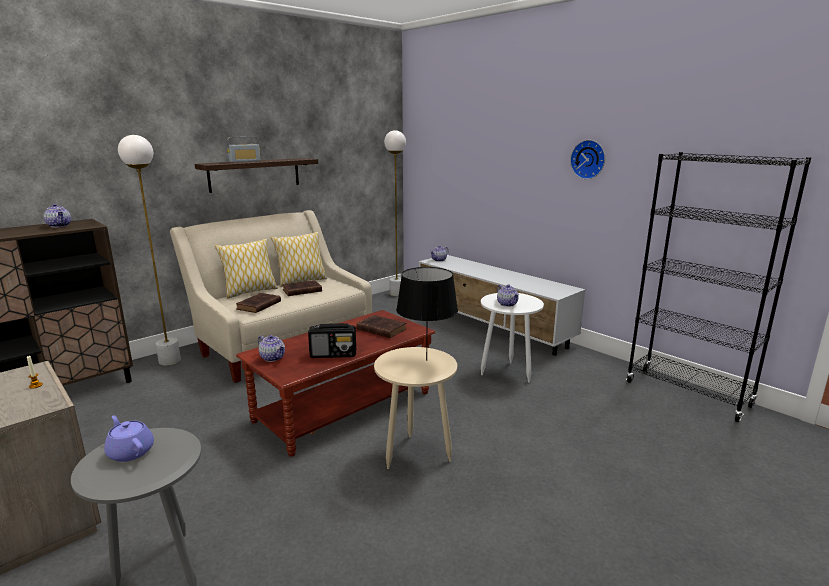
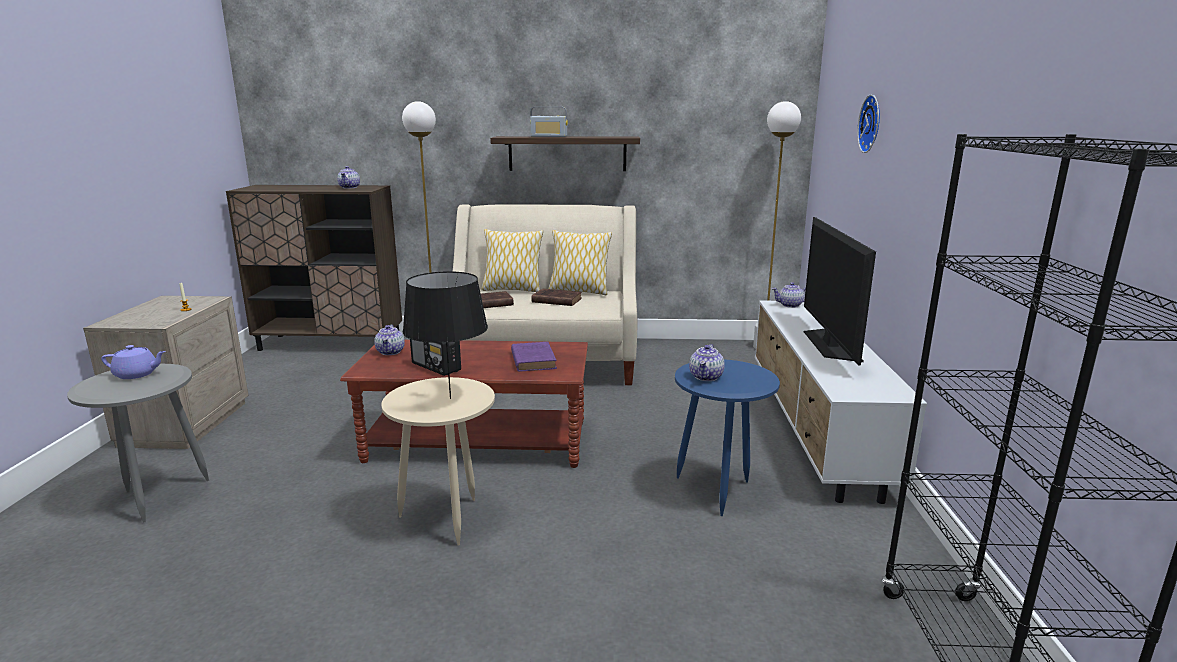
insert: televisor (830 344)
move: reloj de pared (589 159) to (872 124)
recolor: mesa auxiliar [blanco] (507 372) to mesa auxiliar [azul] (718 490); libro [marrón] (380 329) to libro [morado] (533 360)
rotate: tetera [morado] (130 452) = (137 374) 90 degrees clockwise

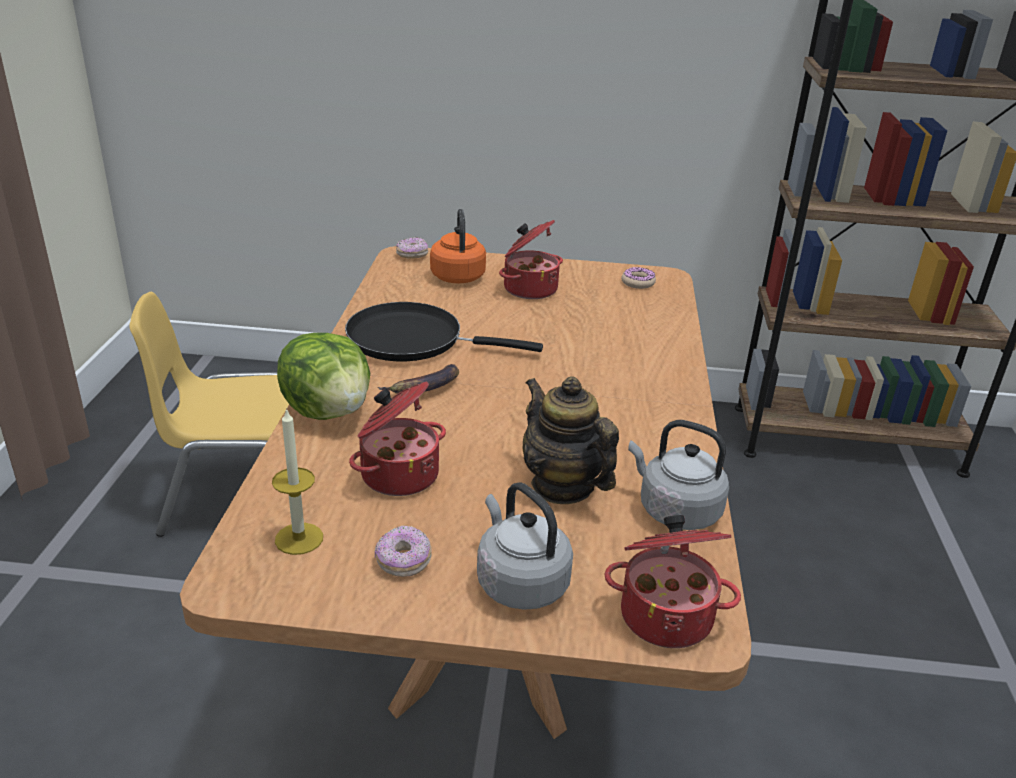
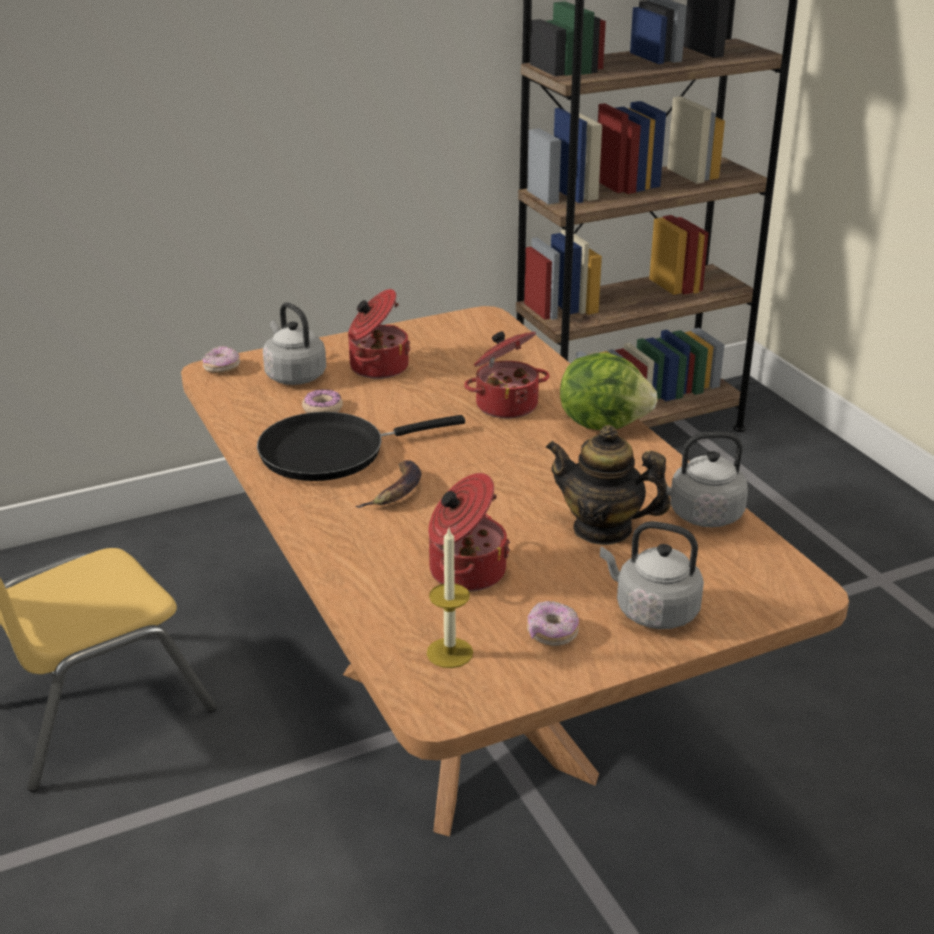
move: rosquilla (638 283) to (322 408); lechuga (329 410) to (603 423); olla (666 614) to (506 404)
recolor: hervidor [naranja] (457 275) to hervidor [gris] (294 375)

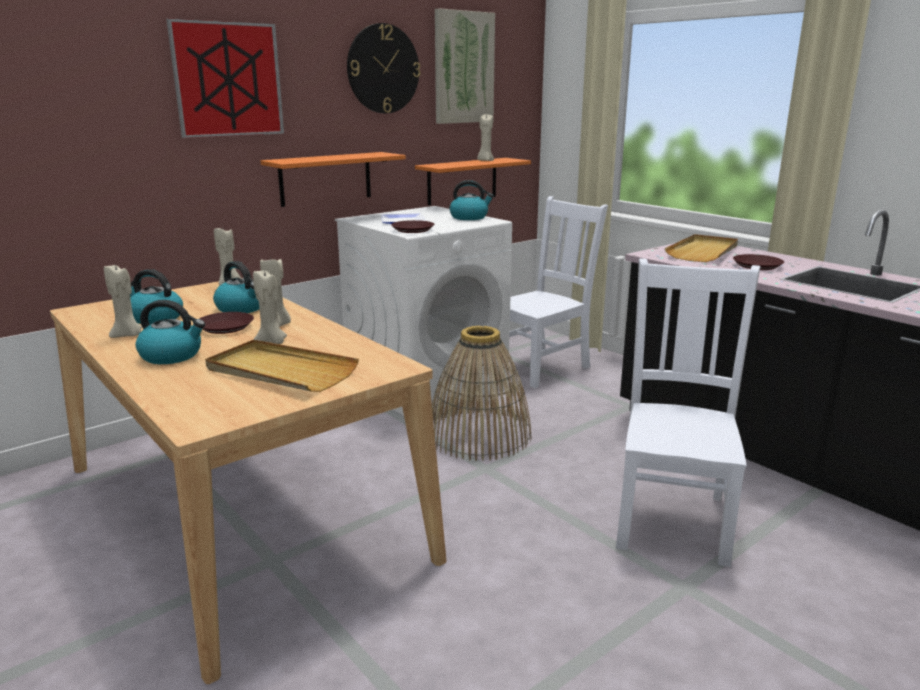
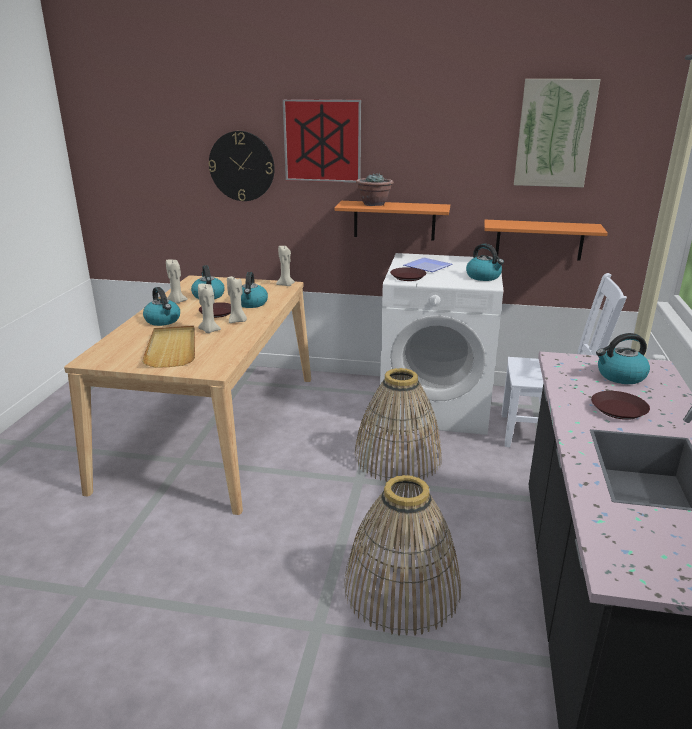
delete: vela [beis] (485 160)
insert: planta en maceta (374 204)
move: reloj de pared (383 69) to (242 166)
replace: bandeja [beis] (703 251) to hervidor (620 376); silla [blanco] (672 517) to cesta (402 589)

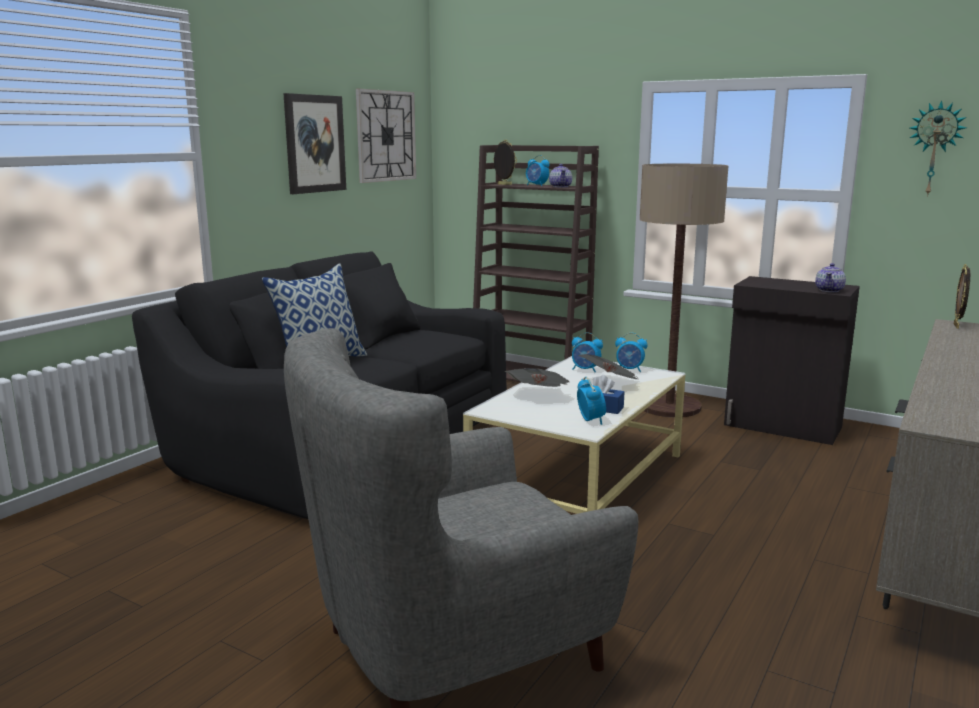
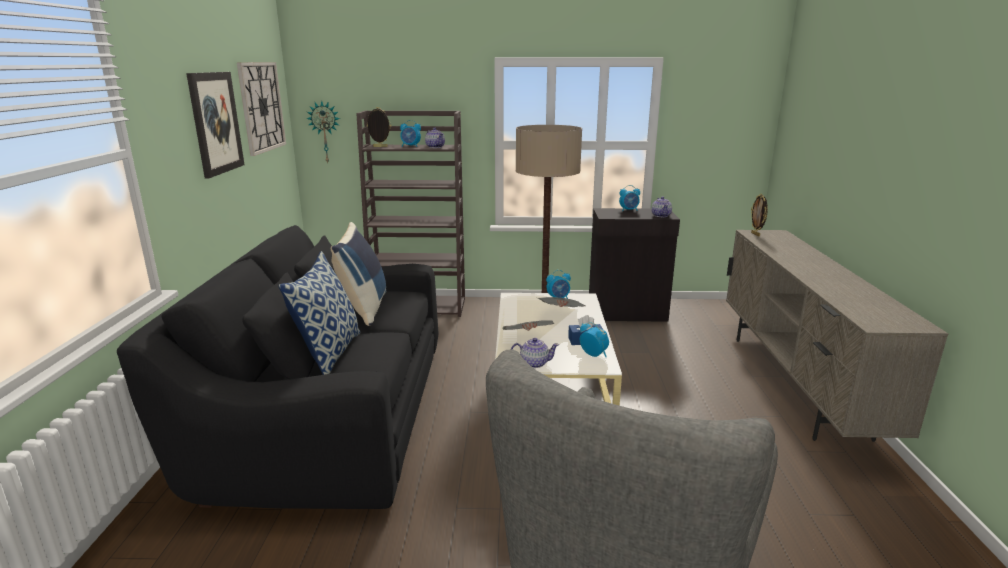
insert: cojín [azul] (363 308); tetera (534 363)
move: reloj de pared (934 149) to (325 132); despertador (585 370) to (629 210)

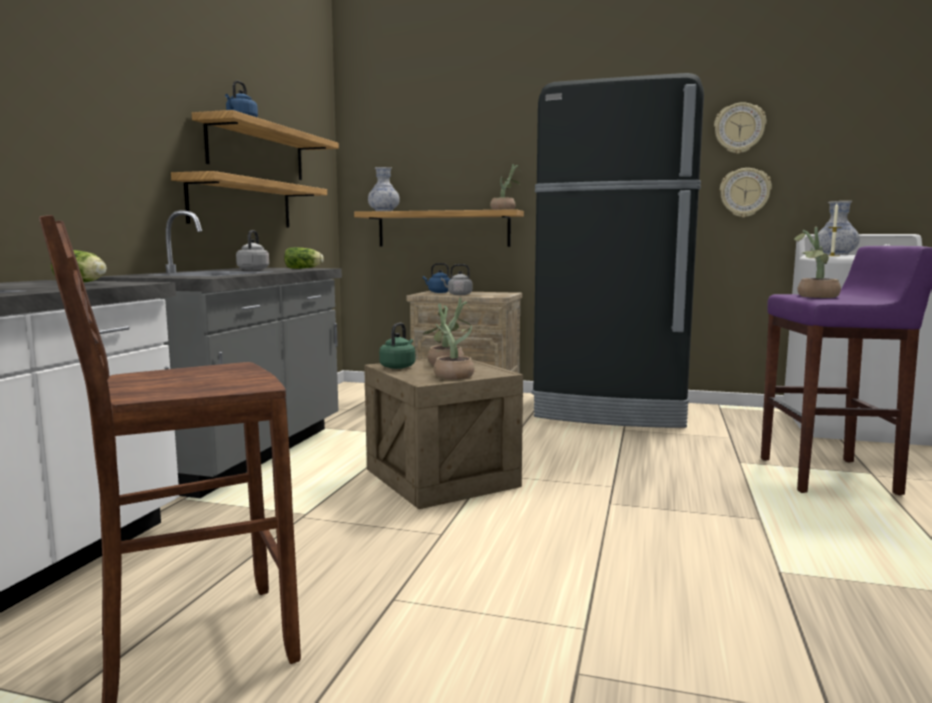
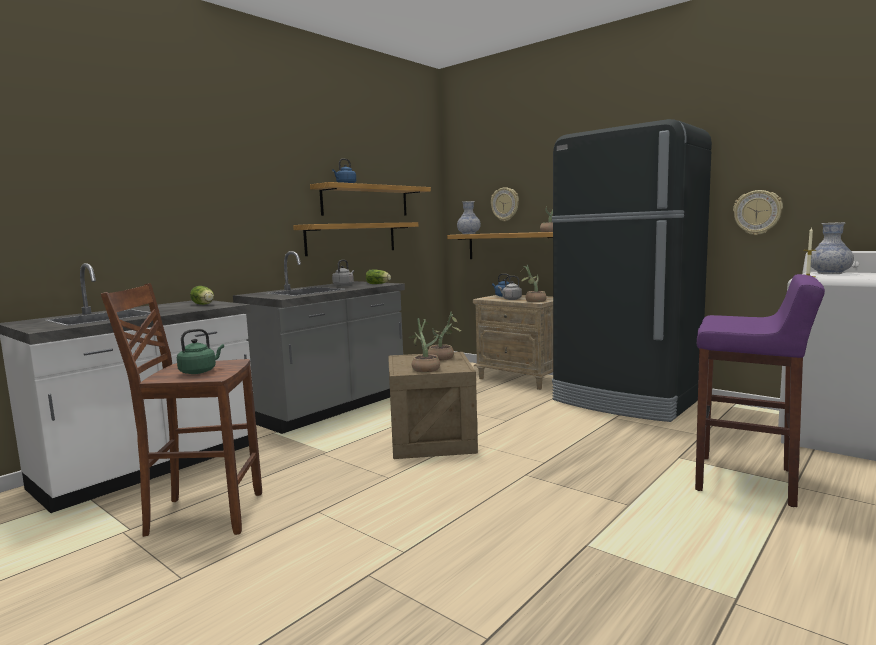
move: reloj de pared (739 128) to (505 204); planta en maceta (815 296) to (533 301); hervidor [verde] (398 366) to (200 371)

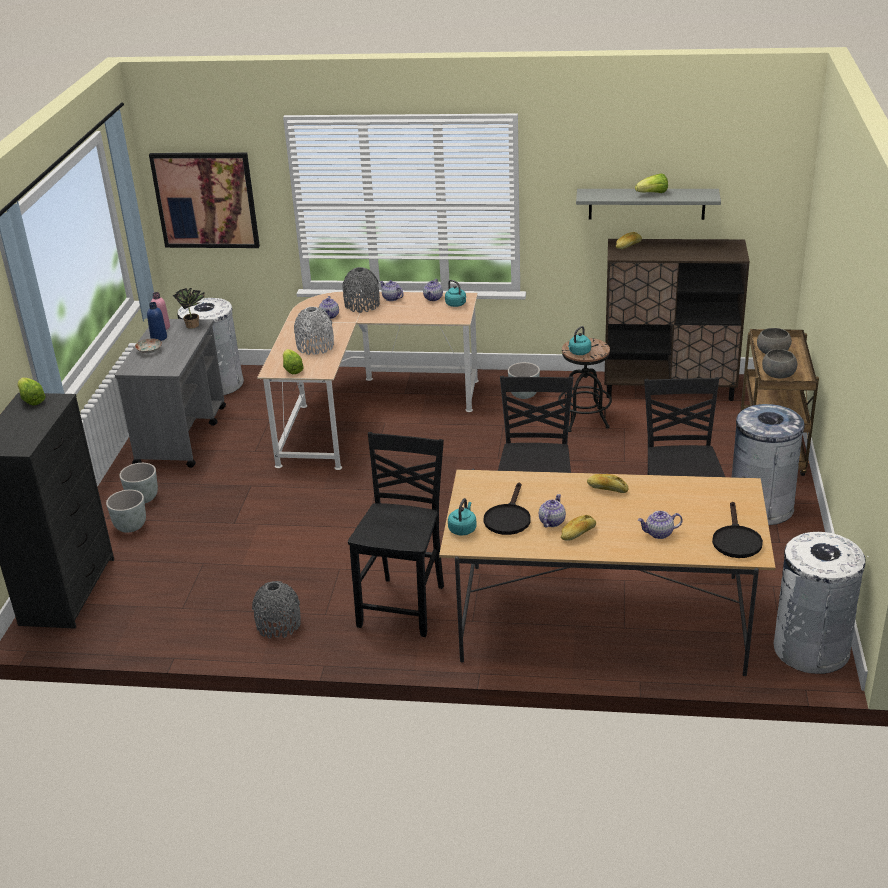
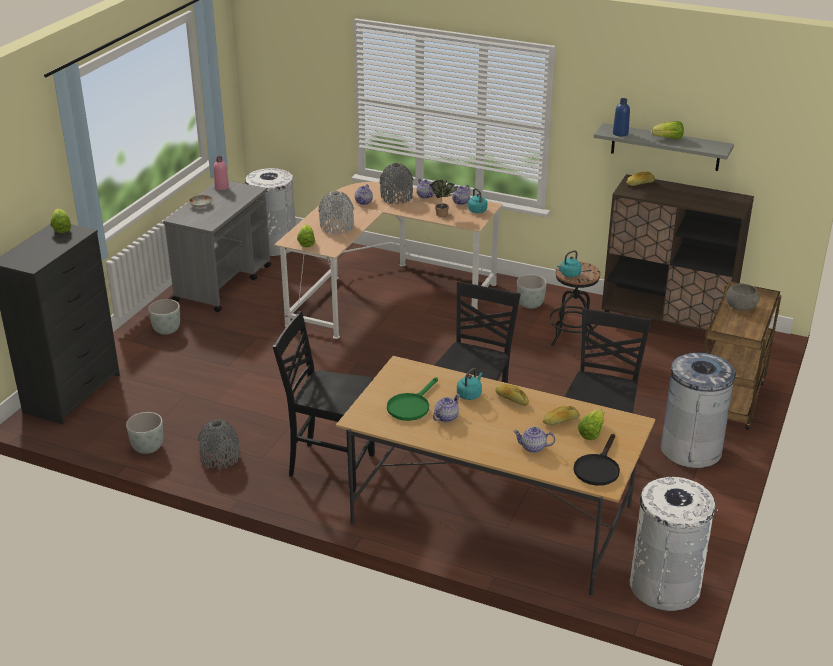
delete: cuadro (205 200); cuenco [gris] (778 374)
insert: lechuga (591 432)
move: planta en maceta (194 325) to (443 214); botella [azul] (159 338) to (620 133); maceta [gris] (130 526) to (147 447); hervidor [turquesa] (463 529) to (470 394); pan (578 533) to (560 421)
recolor: sartén [negro] (508 518) to sartén [verde] (411 406)
rotate: silla [negro] (404 605) = (330 465) 105 degrees counterclockwise

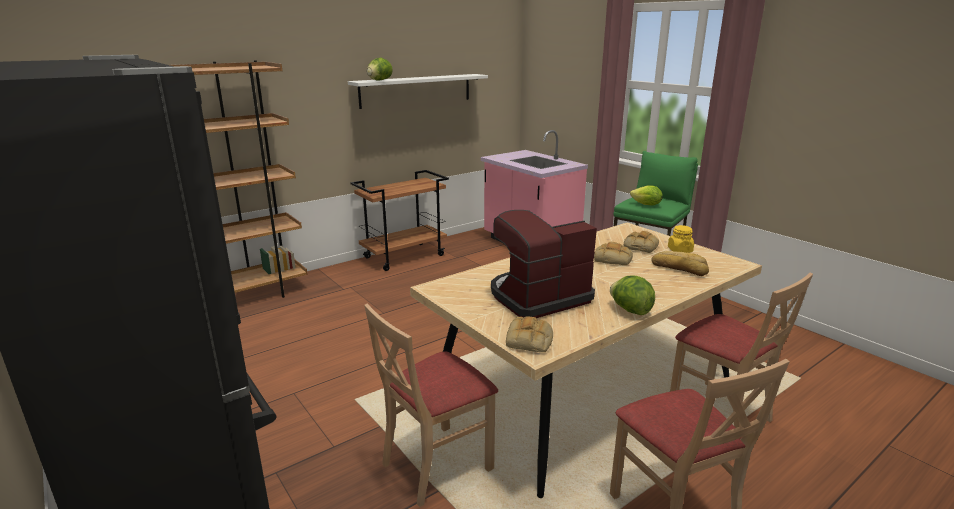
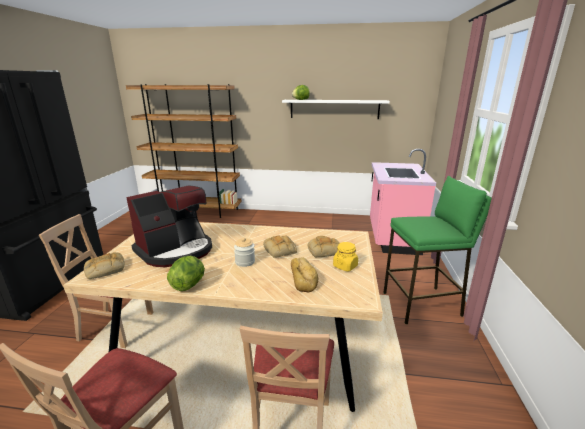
delete: carrito [marrón] (404 256); lechuga (646 205)
insert: tarro (245 262)
rotate: cafetera (538 297) = (176 250) 120 degrees clockwise

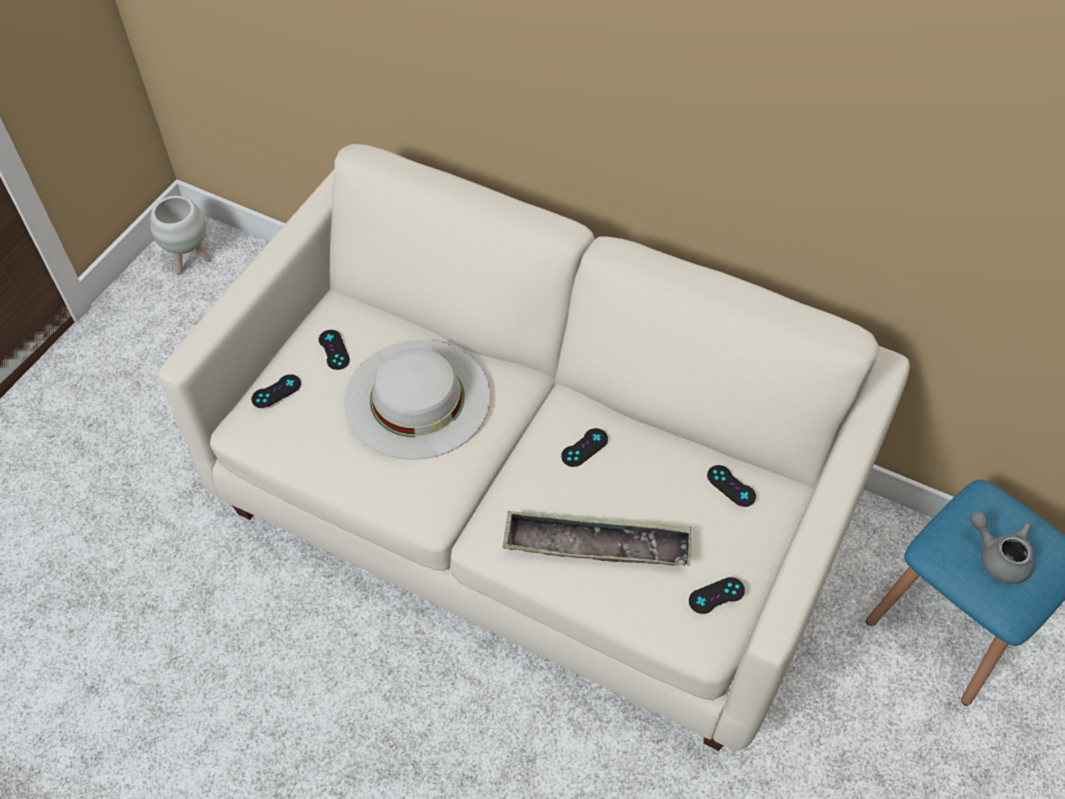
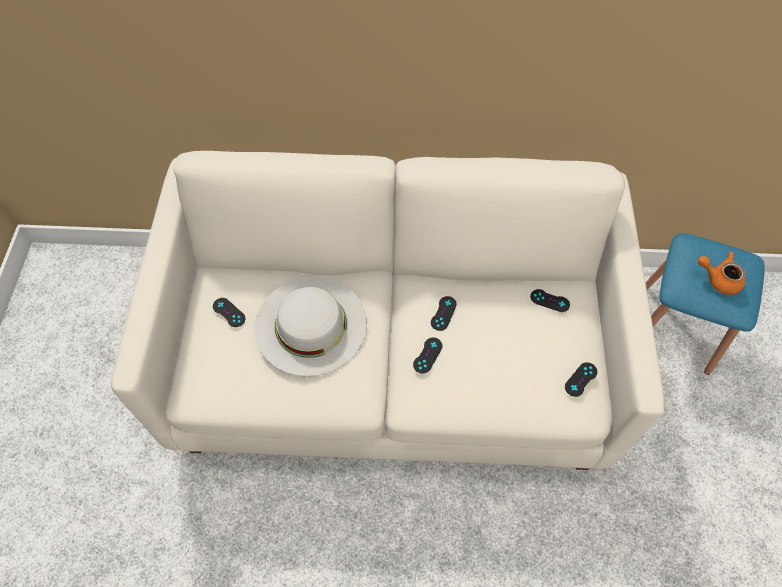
delete: maceta [blanco] (191 261); bandeja (596 545)
move: mando de consola [negro] (276 391) to (427 355)
recolor: tetera [gris] (998 556) to tetera [naranja] (718 279)

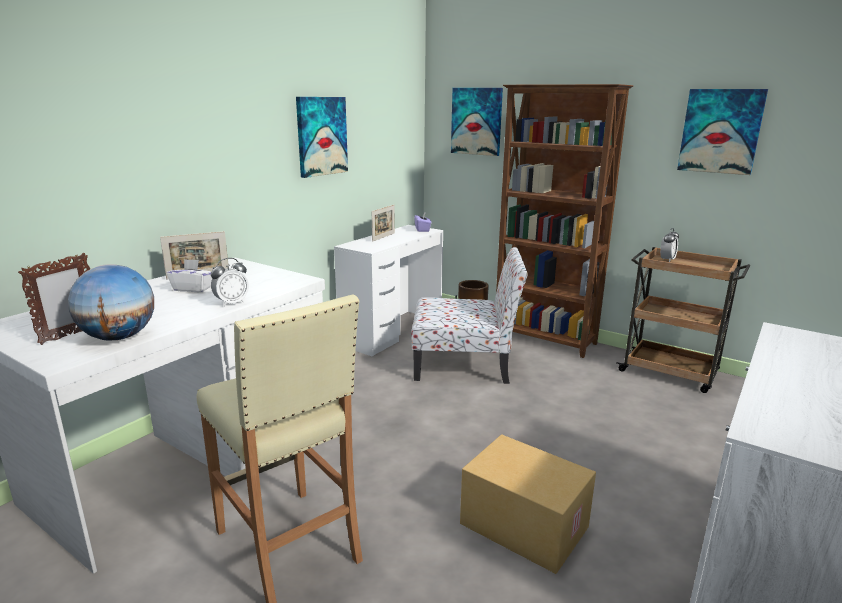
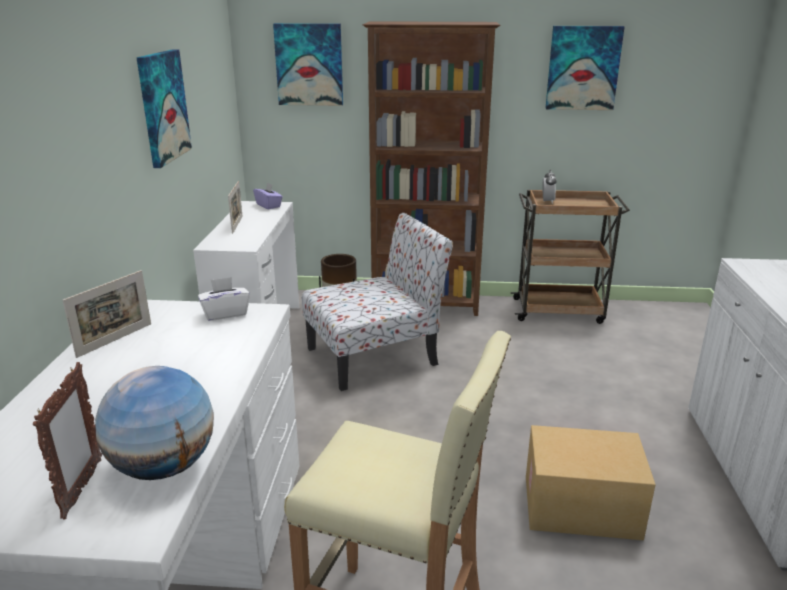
delete: despertador (232 303)
move: caja de pañuelos [blanco] (193 289) to (225 313)

